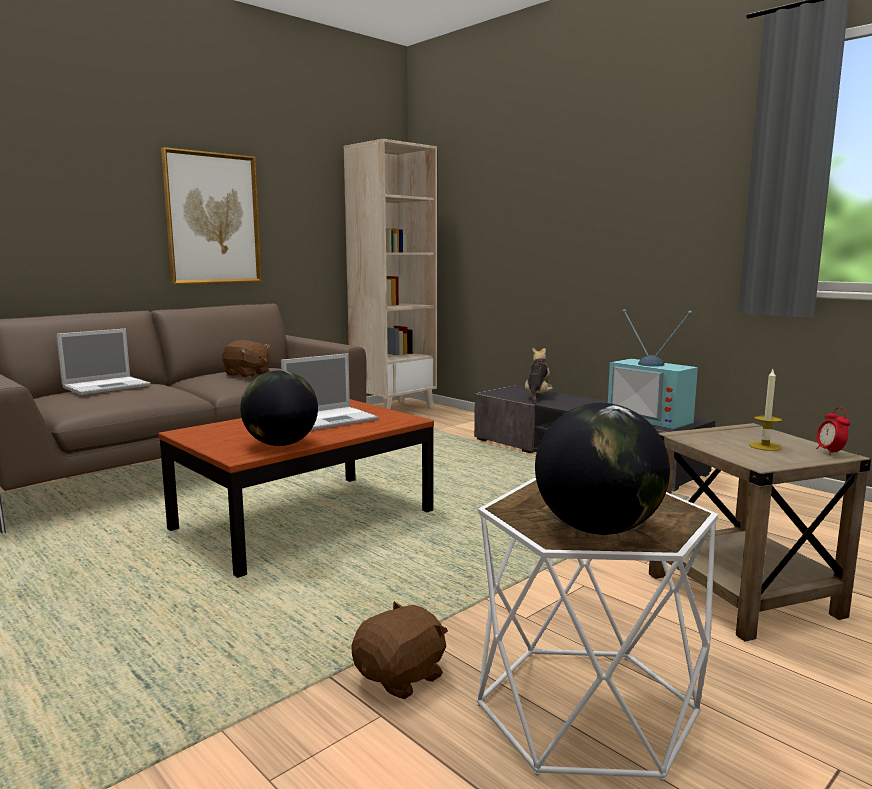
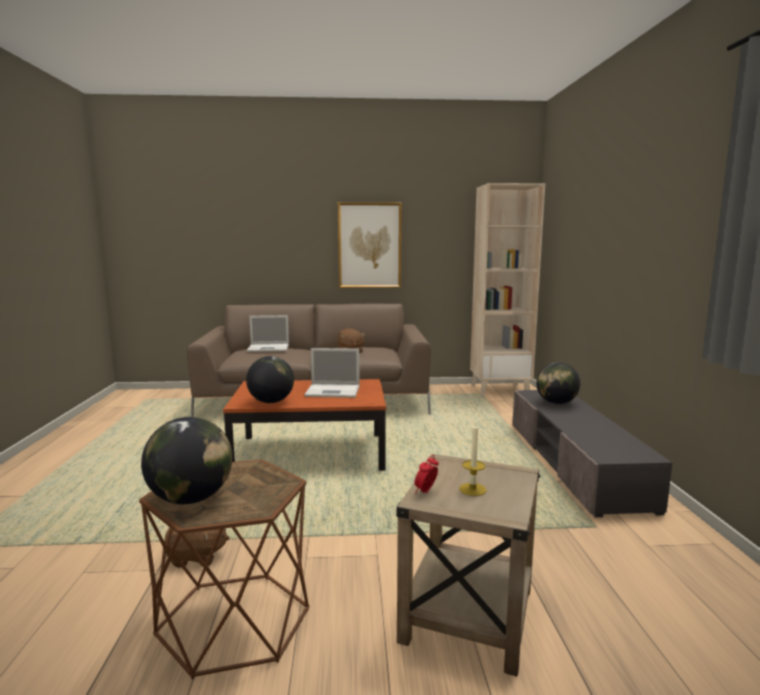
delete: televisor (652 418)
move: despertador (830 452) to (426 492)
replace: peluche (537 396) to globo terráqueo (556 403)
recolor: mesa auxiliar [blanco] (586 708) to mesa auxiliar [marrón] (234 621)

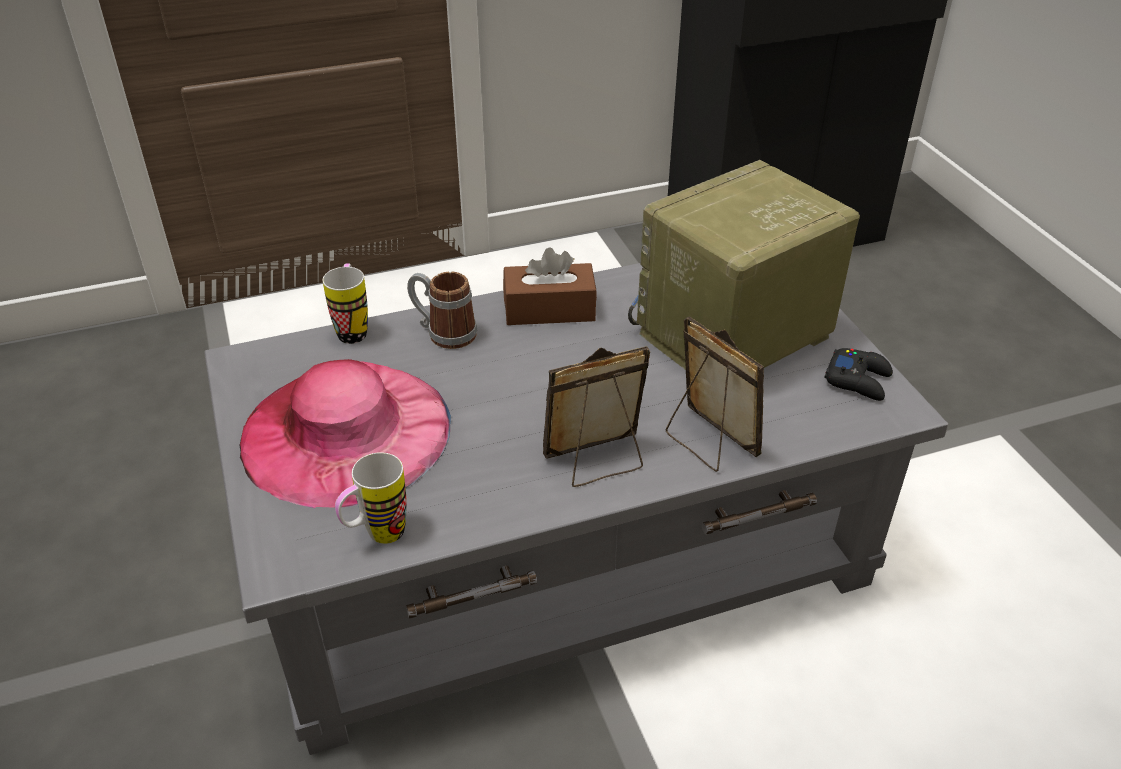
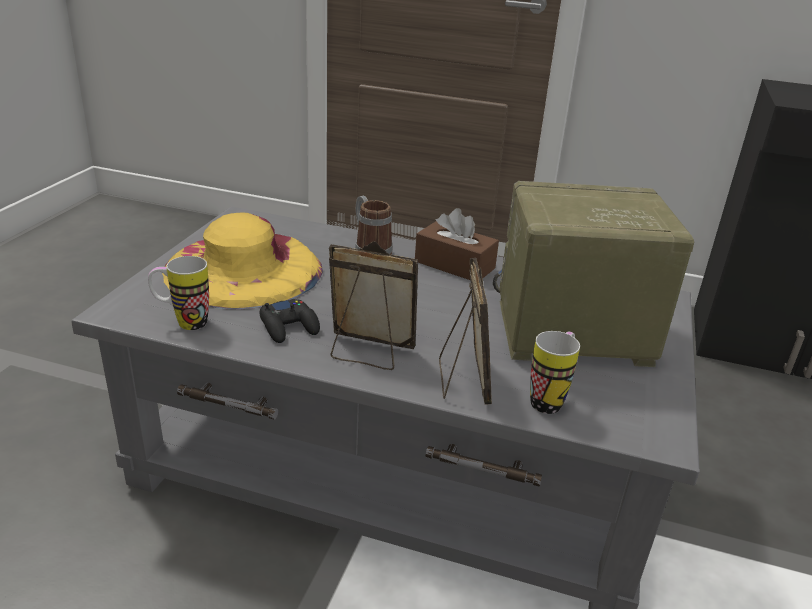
move: taza grande (353 329) to (550 399); mando de consola [negro] (858 380) to (289 327)
recolor: sombrero [rosa] (345 431) to sombrero [amarillo] (243 269)

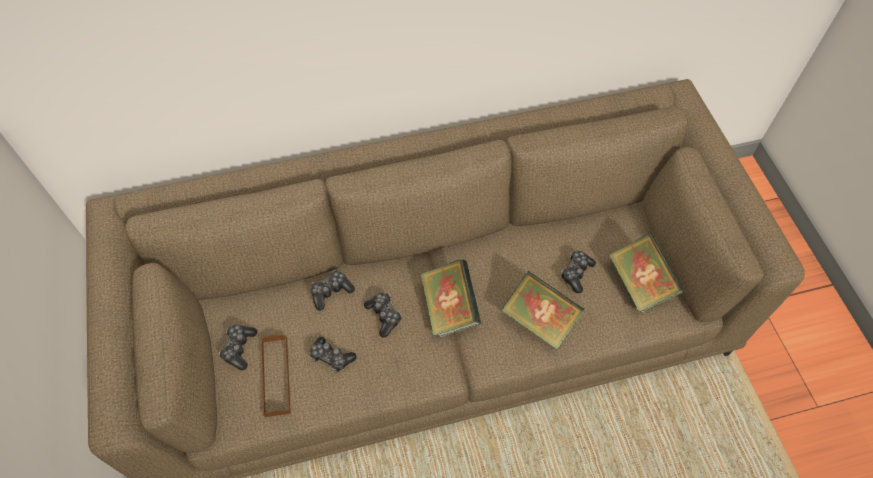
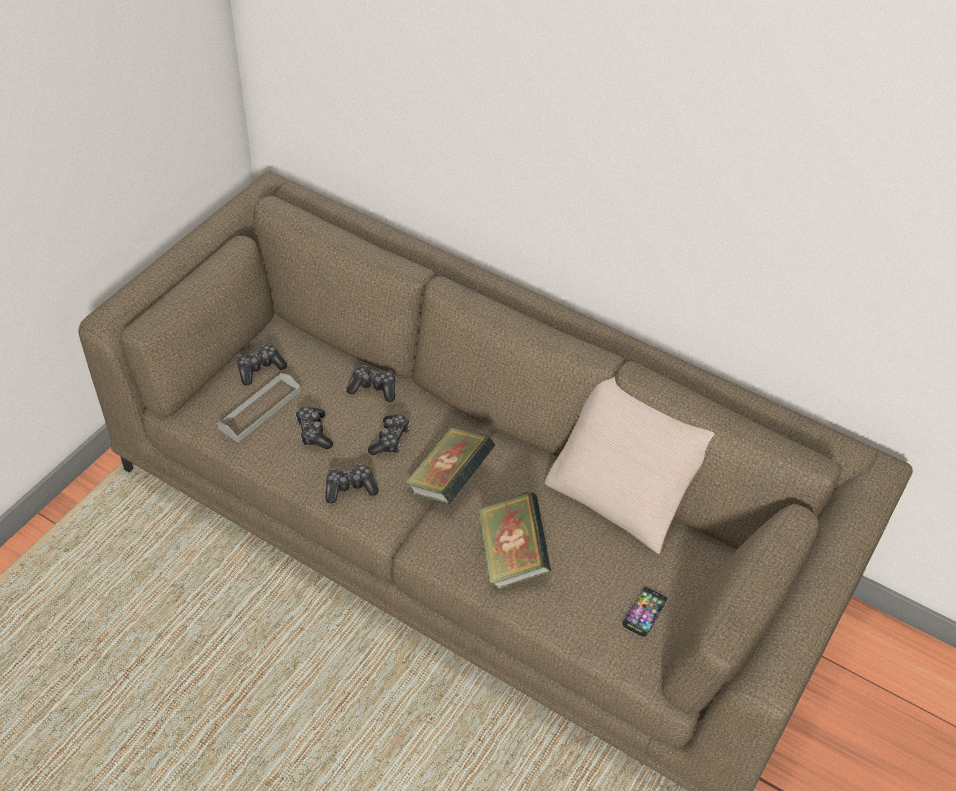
insert: cojín [beis] (622 493)
move: mando de consola (576 273) to (350 488)
replace: libro (640 283) to móvil (644 612)
recolor: bandeja [marrón] (276 376) to bandeja [gris] (260 409)

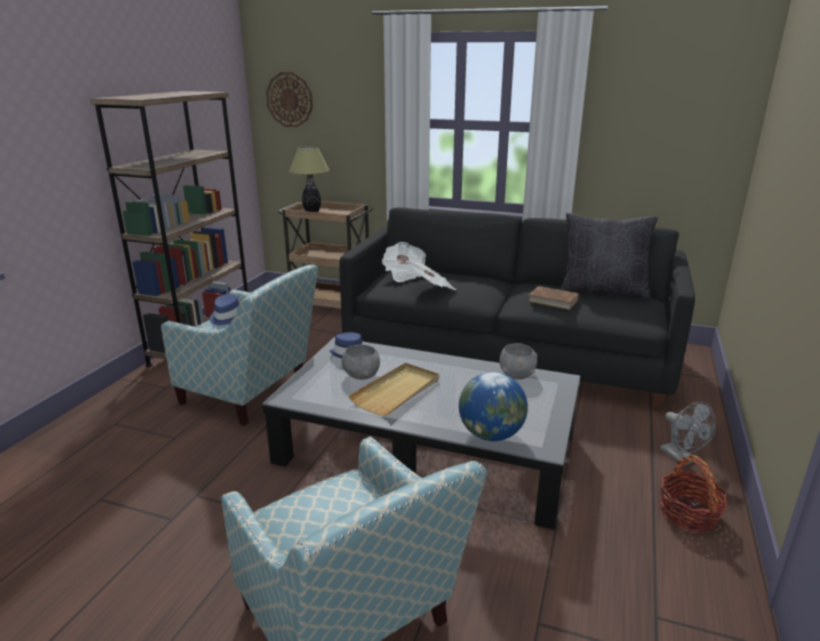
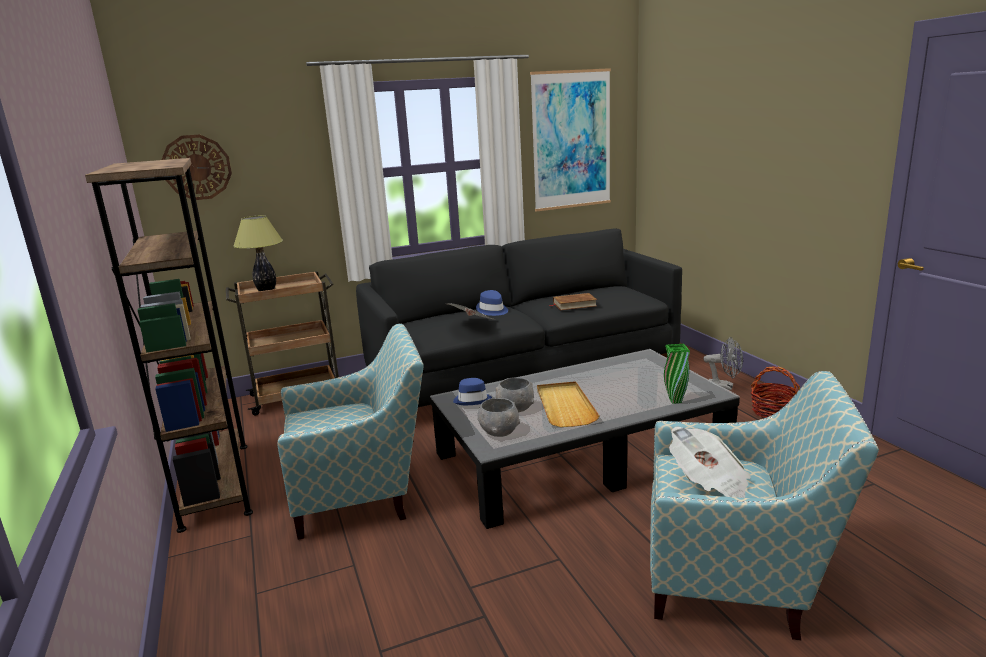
delete: cojín [negro] (602 291)
insert: cuadro (571 140)
move: periódico (403 274) to (709 482); sombrero [azul] (226 317) to (492 310); cuenco [gris] (517 374) to (499 431)
replace: globo terráqueo (491 435) to florero [verde] (675 401)

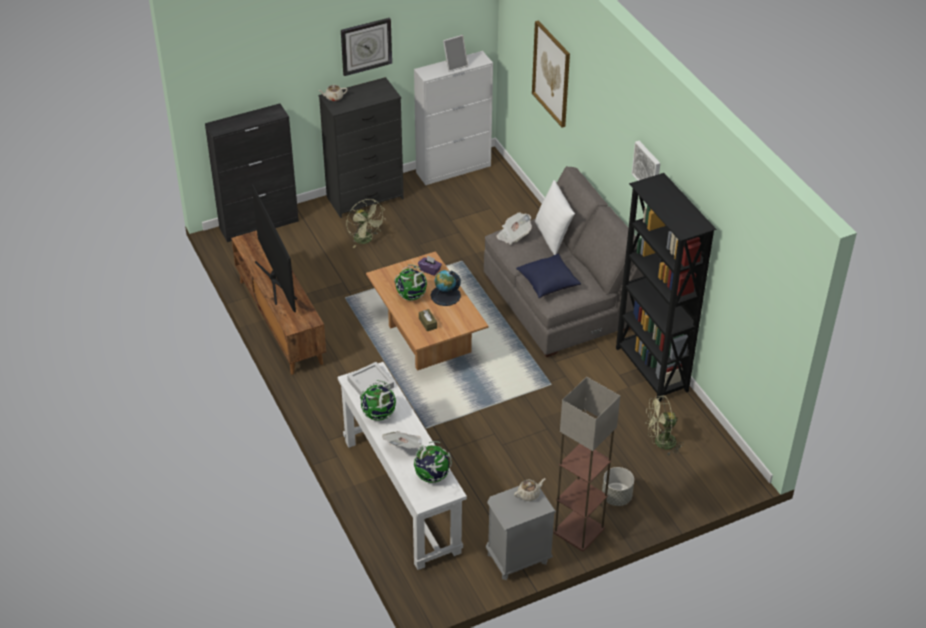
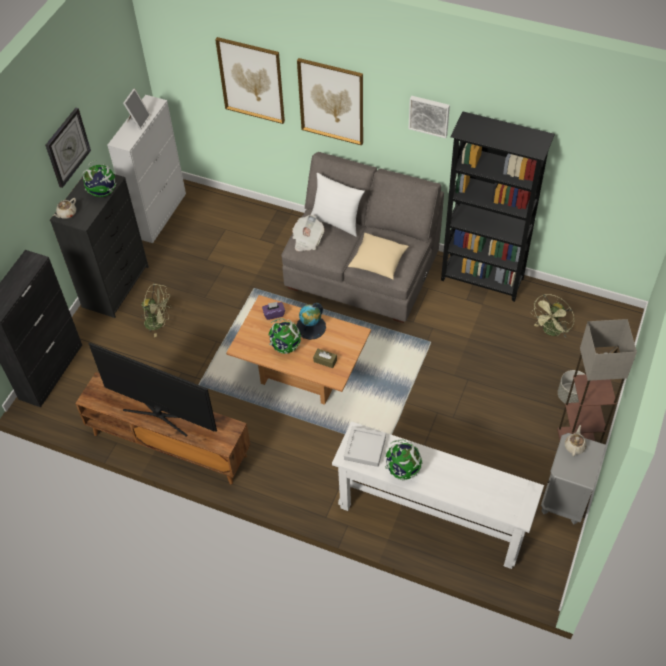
delete: periódico (403 447)
insert: cuadro (331 101)
move: globo terráqueo (432 476) to (103 192)
recolor: cojín [azul] (547 283) to cojín [beis] (378 263)

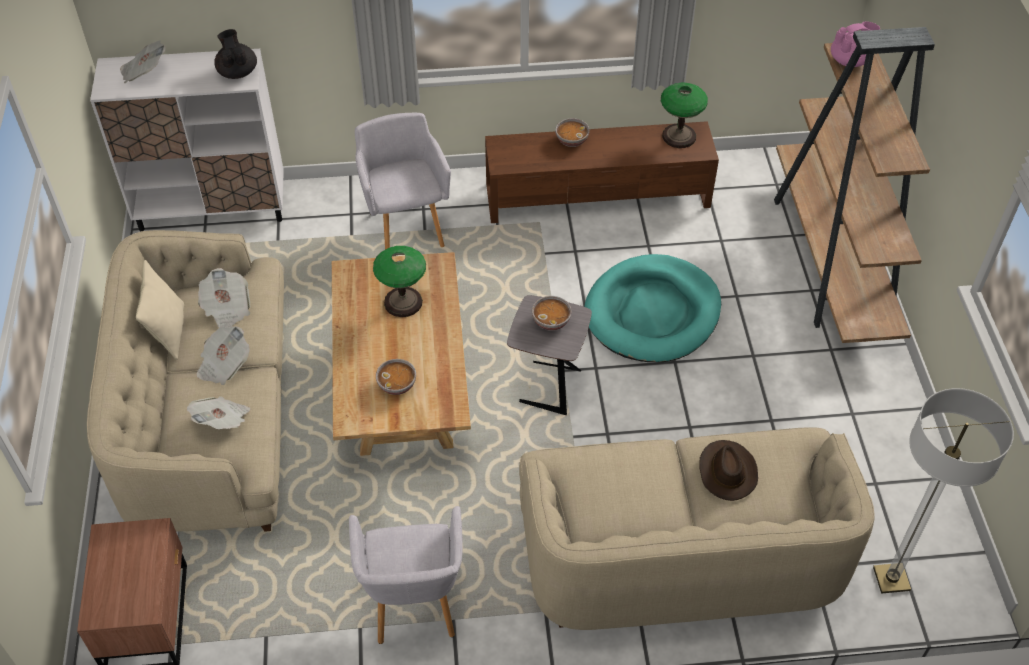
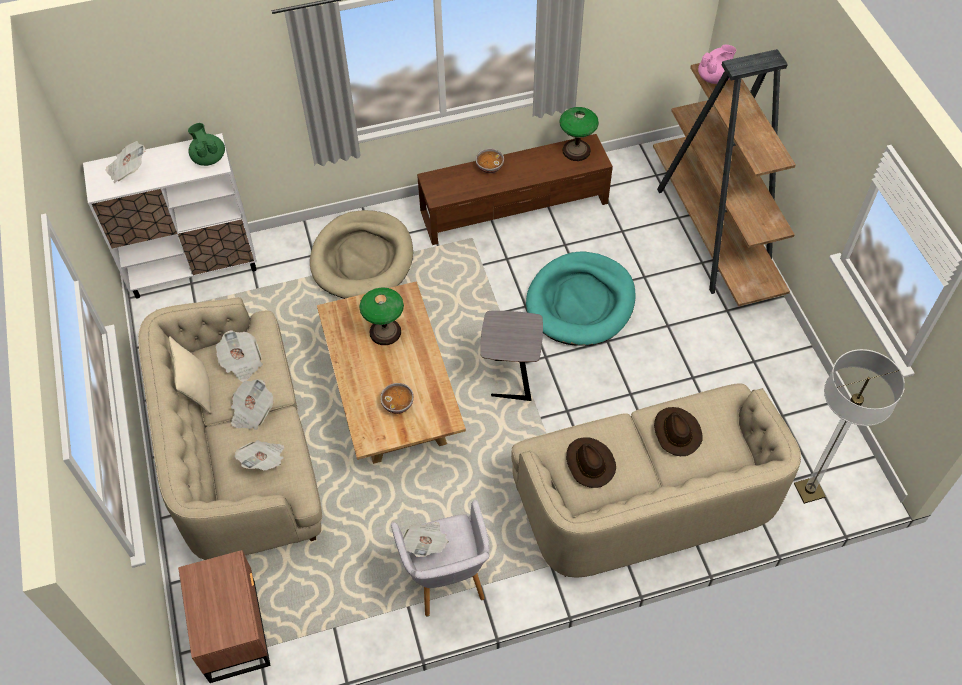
delete: cuenco (551 321)
insert: sombrero [marrón] (589 463); periódico (425 544)
replace: sillón [gris] (406 226) to cama para perro [beis] (362 258)
recolor: tetera [negro] (237 72) to tetera [verde] (208 158)

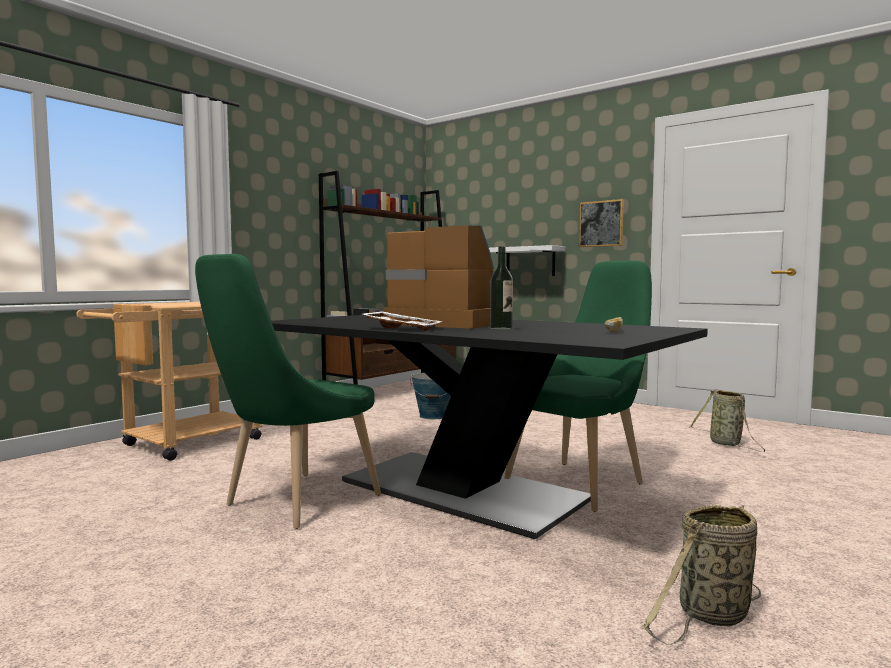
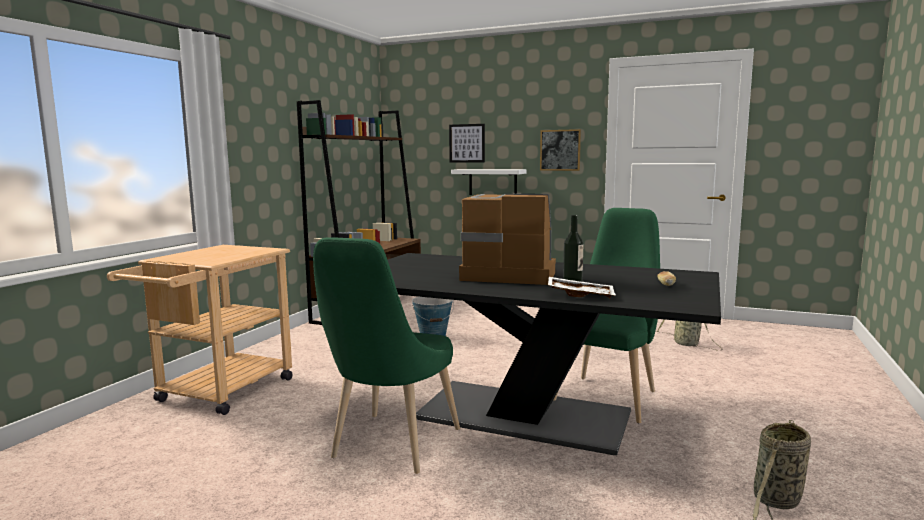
insert: cuadro (467 143)
move: bandeja [blanco] (402 328) to (580 295)

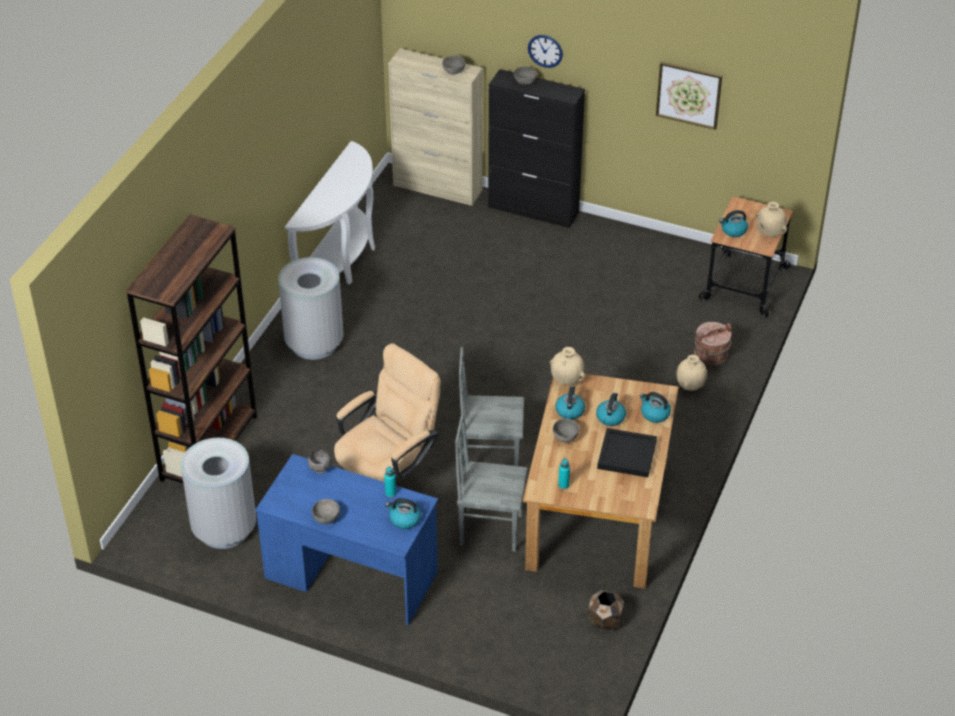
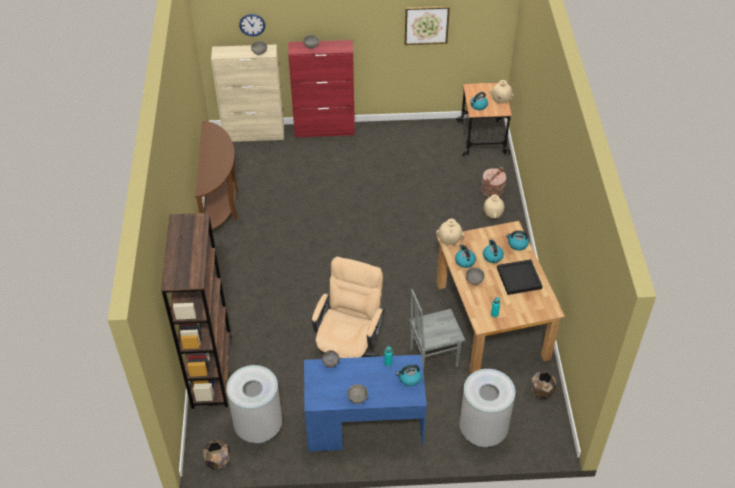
delete: silla [gris] (490 460)
insert: maceta [marrón] (218 461)
move: reloj de pared (545 51) to (252 25); papelera [gris] (314 343) to (483 430)
recolor: armario [negro] (534 209) to armario [rojo] (325 130); mesa consola [blanco] (342 261) to mesa consola [marrón] (221 205)

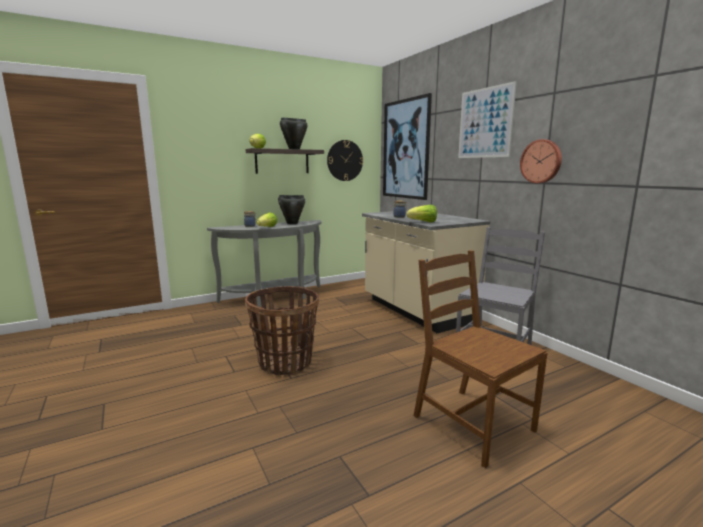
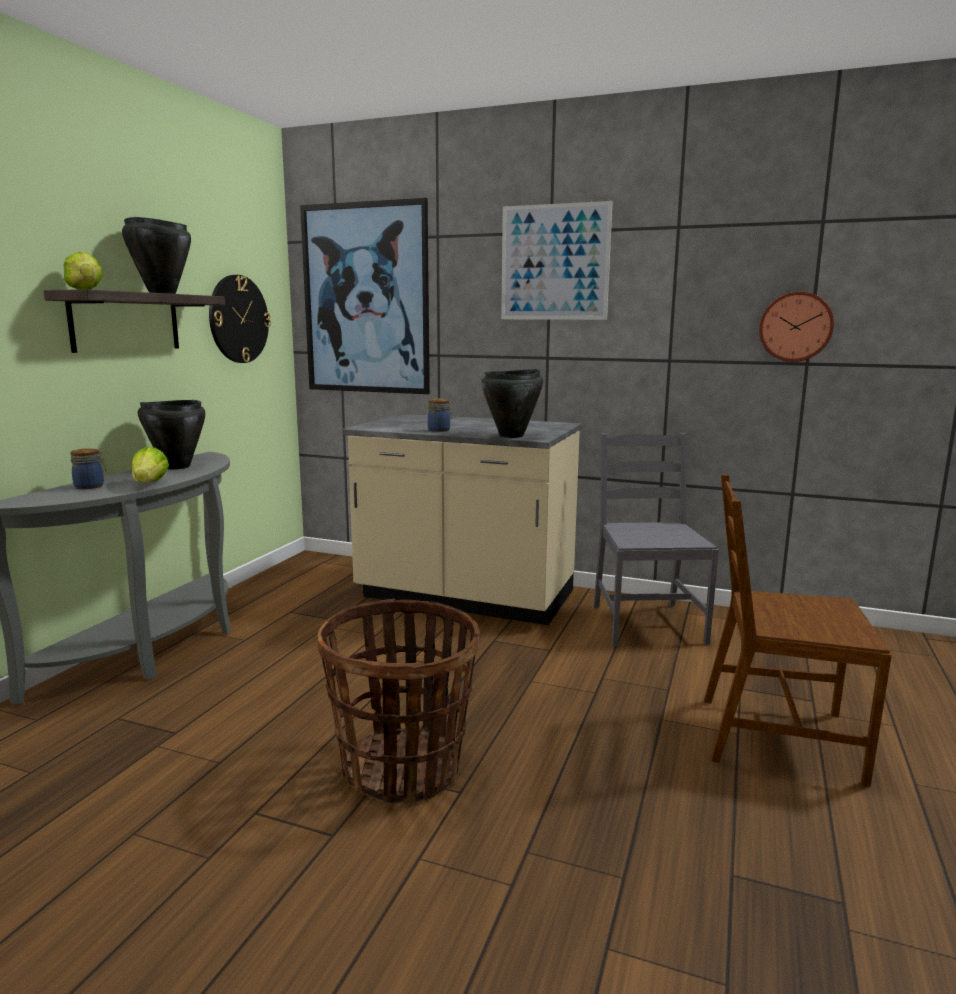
move: reloj de pared (541 161) to (795 327)
replace: lechuga (423 222) to olla [negro] (512 436)

